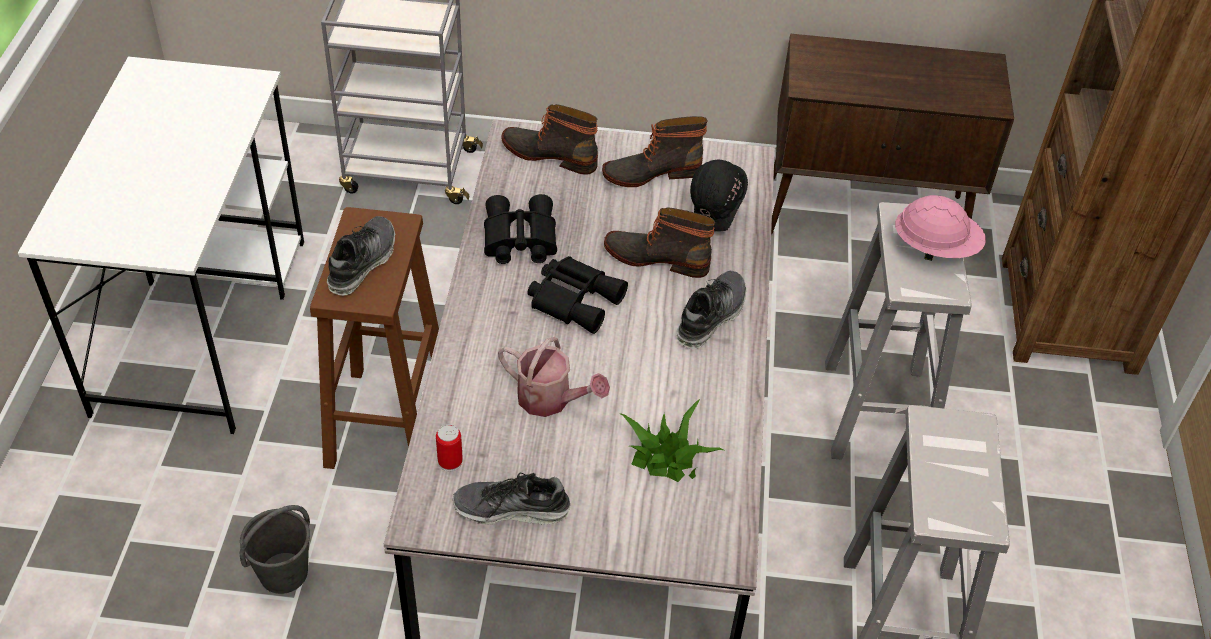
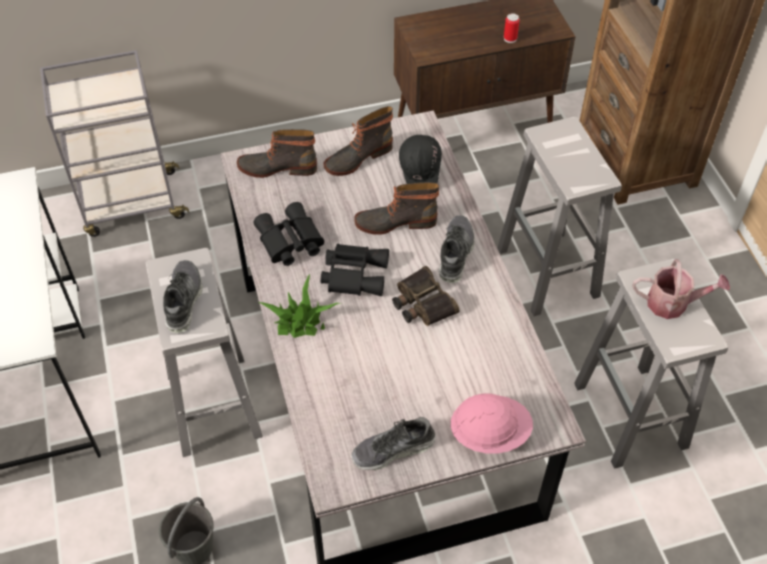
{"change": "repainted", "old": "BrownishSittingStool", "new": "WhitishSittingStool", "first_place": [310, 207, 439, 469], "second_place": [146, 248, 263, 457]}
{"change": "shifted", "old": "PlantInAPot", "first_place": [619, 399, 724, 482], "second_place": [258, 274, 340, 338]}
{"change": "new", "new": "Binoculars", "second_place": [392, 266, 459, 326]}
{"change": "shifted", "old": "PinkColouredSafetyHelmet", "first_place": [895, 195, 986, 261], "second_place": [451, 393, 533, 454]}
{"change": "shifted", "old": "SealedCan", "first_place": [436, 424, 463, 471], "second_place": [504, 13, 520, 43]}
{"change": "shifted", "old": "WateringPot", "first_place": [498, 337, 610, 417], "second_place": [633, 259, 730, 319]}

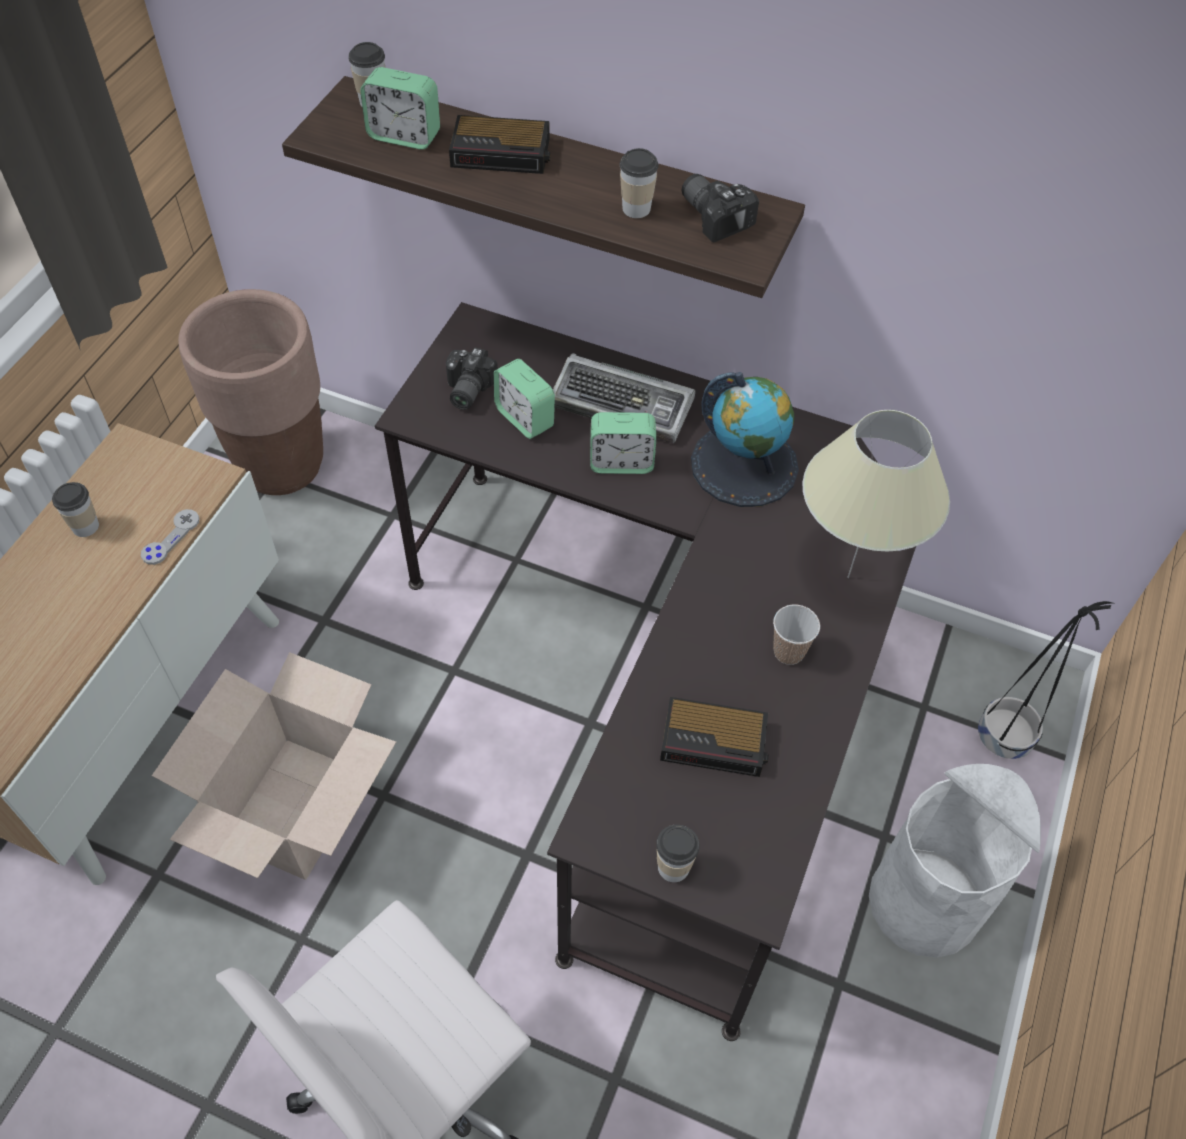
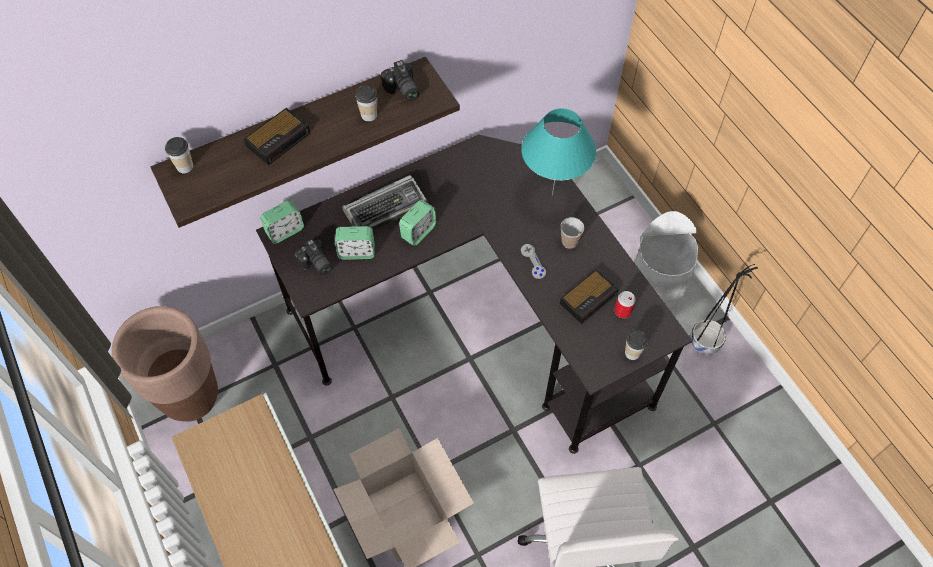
{"change": "shifted", "old": "TableClock", "first_place": [360, 67, 440, 150], "second_place": [260, 200, 304, 244]}
{"change": "rotated", "old": "PhotoCamera", "first_place": [682, 174, 759, 243], "second_place": [381, 60, 419, 101], "degrees": -120}
{"change": "repainted", "old": "BeigeTabletopLamp", "new": "TurquoiseColouredTabletopLamp", "first_place": [802, 410, 950, 578], "second_place": [521, 108, 596, 195]}
{"change": "shifted", "old": "GreyJoypad", "first_place": [141, 509, 199, 565], "second_place": [521, 244, 546, 279]}
{"change": "new", "new": "SealedCan", "second_place": [614, 291, 636, 318]}
{"change": "shifted", "old": "BlackishPlanter", "first_place": [978, 601, 1115, 759], "second_place": [690, 264, 758, 354]}
{"change": "gone", "old": "SmallCup", "first_place": [52, 482, 99, 537]}
{"change": "gone", "old": "Globe", "first_place": [691, 372, 799, 507]}

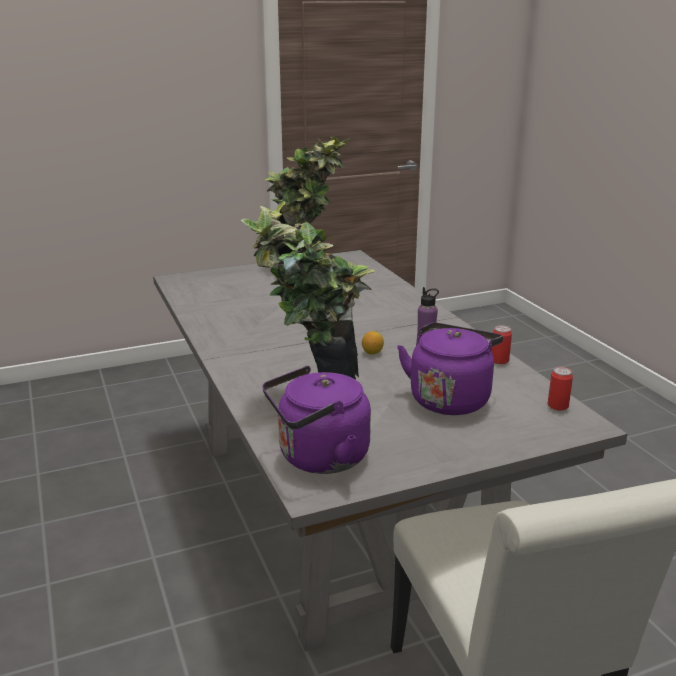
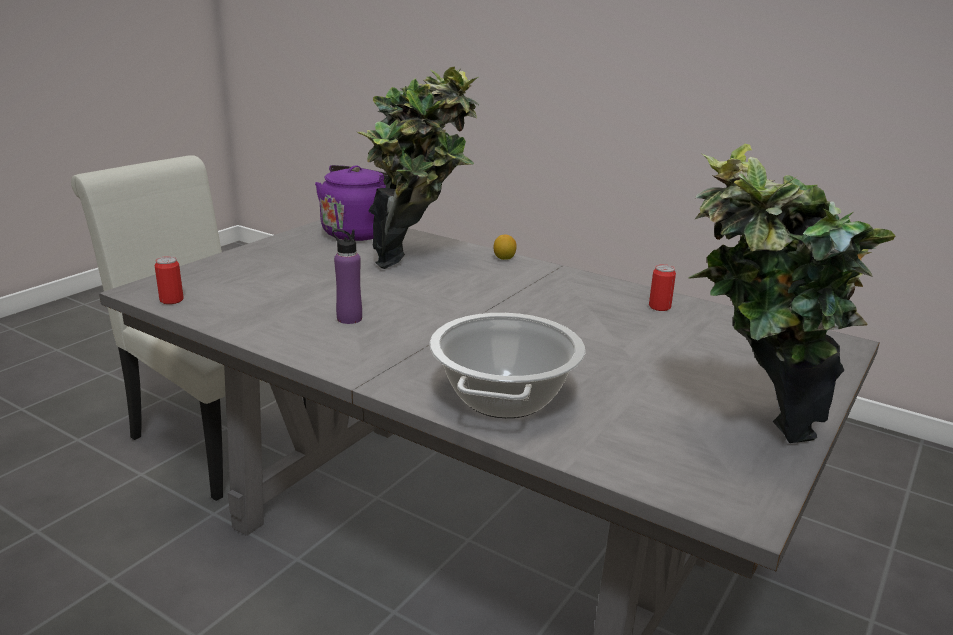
{"change": "new", "new": "Stockpot", "second_place": [430, 313, 585, 418]}
{"change": "shifted", "old": "Lemon", "first_place": [362, 331, 384, 354], "second_place": [493, 235, 517, 260]}
{"change": "shifted", "old": "SealedCan", "first_place": [492, 325, 512, 364], "second_place": [649, 264, 676, 311]}
{"change": "gone", "old": "PurpleColouredKettle", "first_place": [397, 322, 503, 415]}

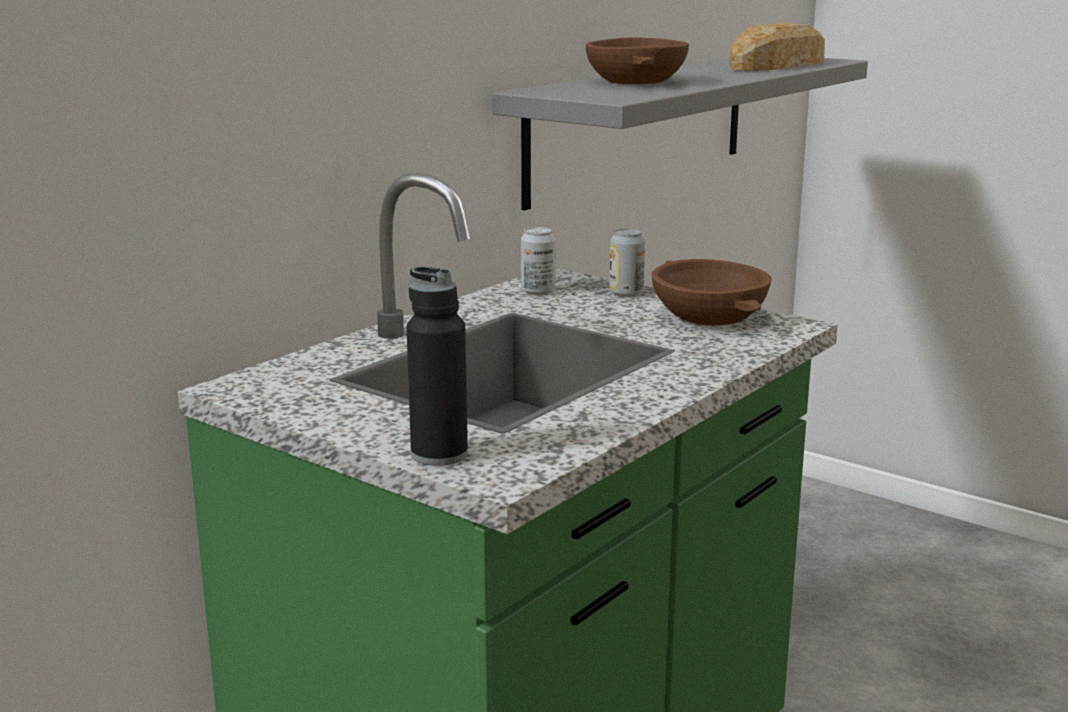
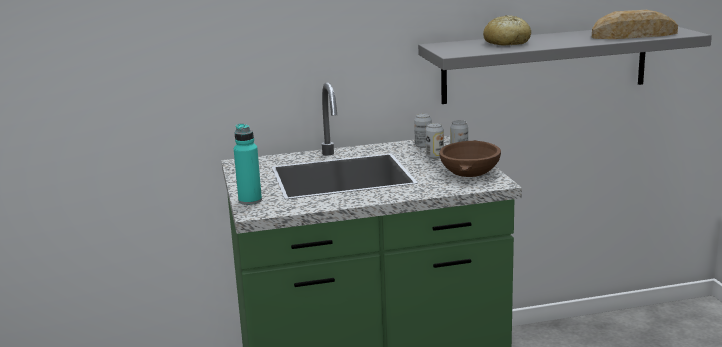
{"change": "repainted", "old": "BlackishDrinkBottle", "new": "TurquoiseColouredDrinkBottle", "first_place": [406, 266, 468, 466], "second_place": [234, 124, 262, 205]}
{"change": "new", "new": "SealedCan", "second_place": [426, 123, 444, 159]}
{"change": "swapped", "old": "BrownishDeepDish", "new": "Bread", "first_place": [586, 37, 689, 84], "second_place": [483, 15, 531, 46]}

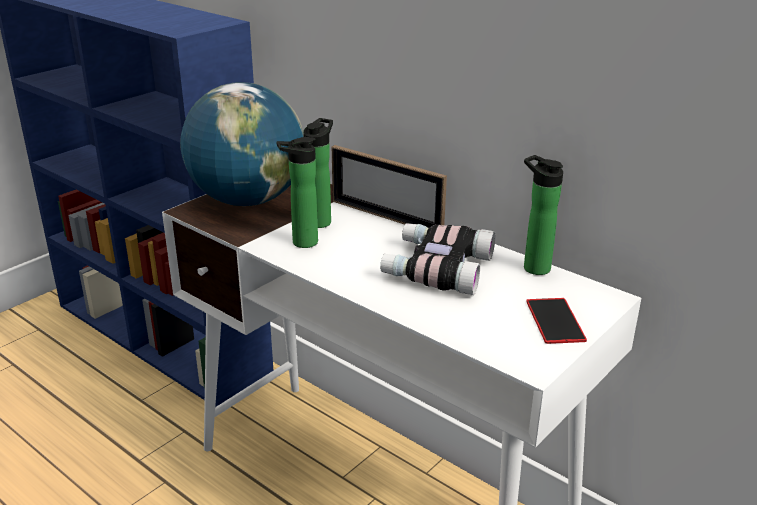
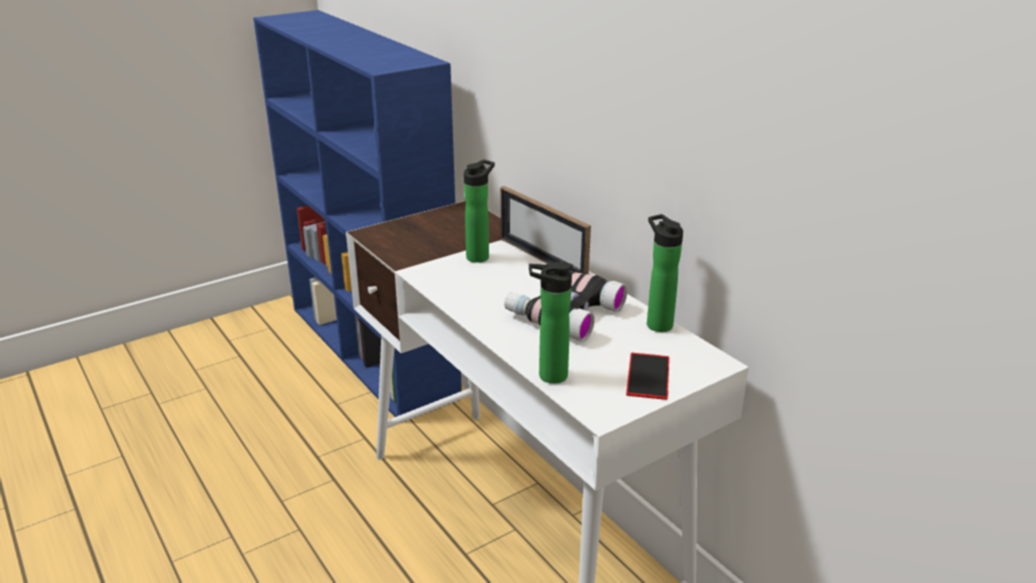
{"change": "shifted", "old": "DrinkBottle", "first_place": [277, 137, 318, 248], "second_place": [529, 262, 573, 384]}
{"change": "gone", "old": "Globe", "first_place": [180, 82, 304, 206]}

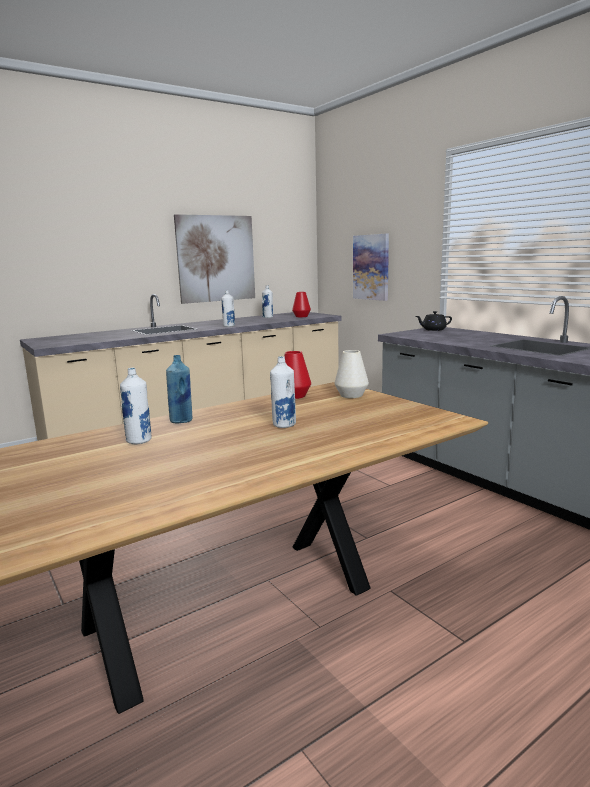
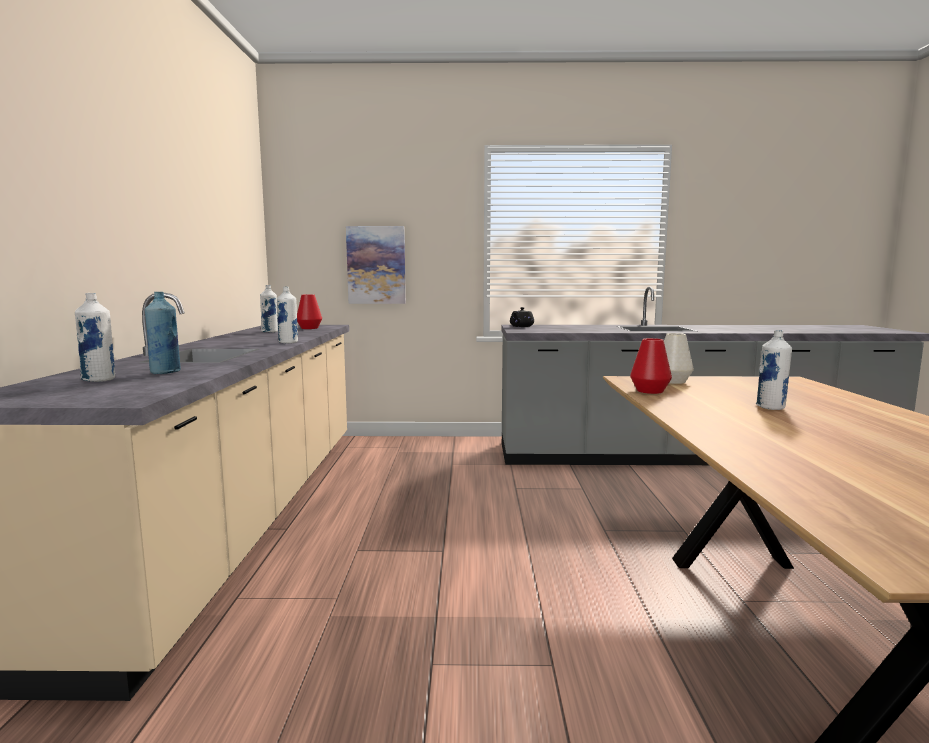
{"change": "shifted", "old": "WhitishDrinkBottle", "first_place": [120, 368, 152, 444], "second_place": [75, 293, 115, 382]}
{"change": "shifted", "old": "BluishDrinkBottle", "first_place": [166, 355, 192, 423], "second_place": [145, 292, 181, 374]}
{"change": "gone", "old": "Picture", "first_place": [174, 214, 255, 304]}

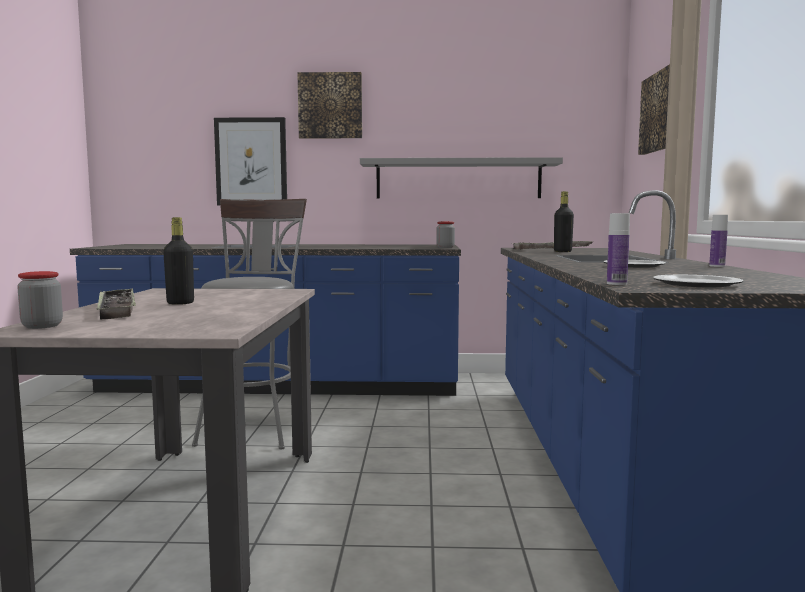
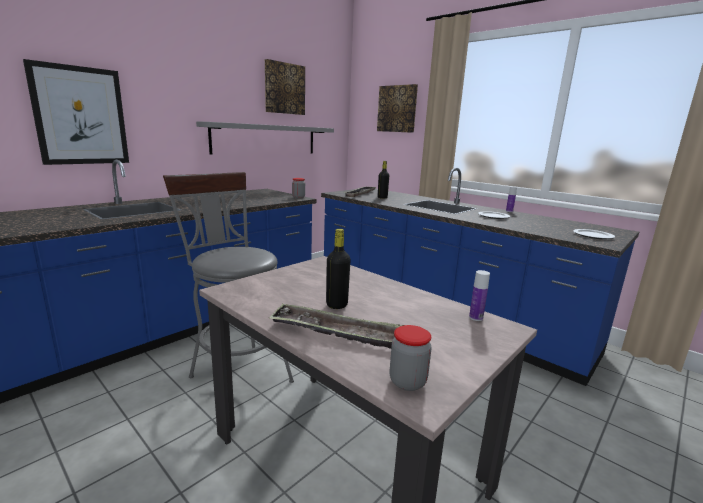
{"change": "shifted", "old": "Picture", "first_place": [297, 72, 362, 139], "second_place": [265, 59, 305, 115]}
{"change": "shifted", "old": "DrinkBottle", "first_place": [607, 213, 630, 285], "second_place": [469, 270, 490, 321]}

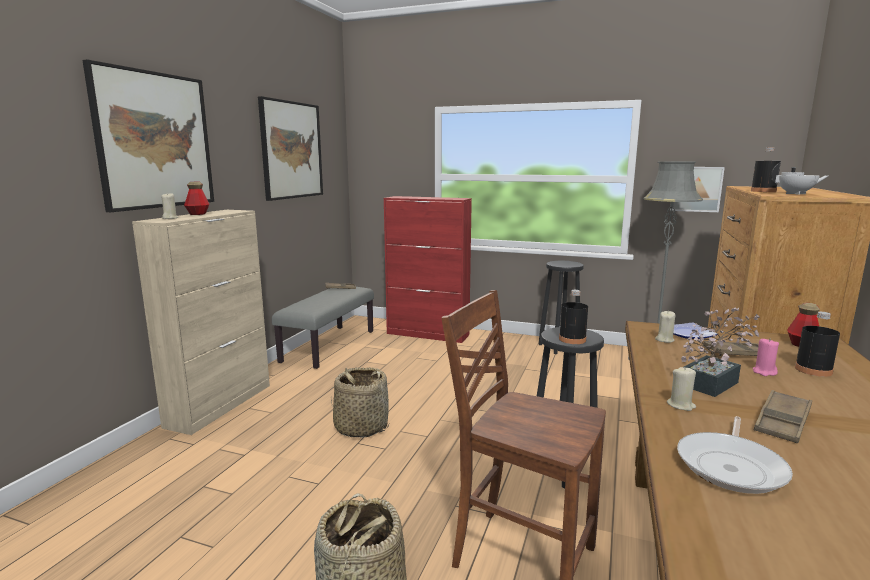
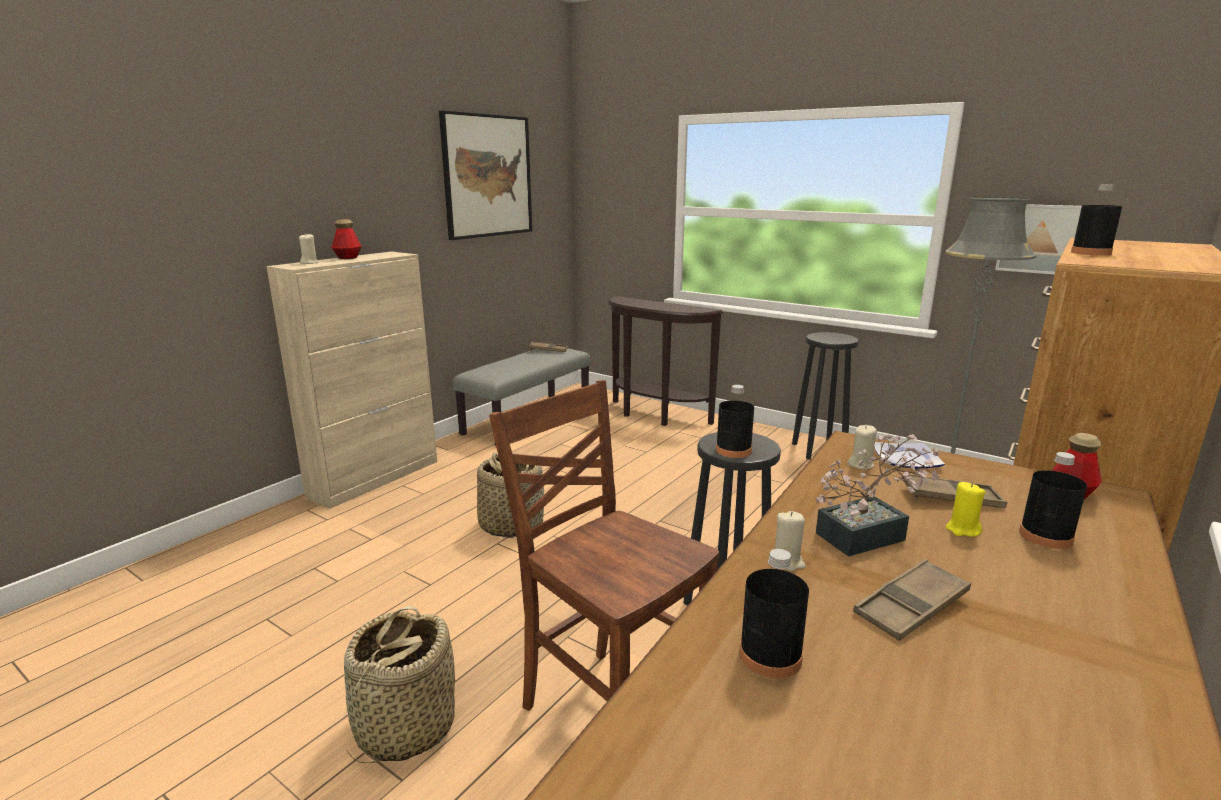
{"change": "swapped", "old": "ReddishStorageCabinet", "new": "BrownishNarrowTable", "first_place": [384, 196, 472, 343], "second_place": [608, 296, 723, 426]}
{"change": "swapped", "old": "FryingPan", "new": "BlackishDrinkBottle", "first_place": [677, 416, 793, 494], "second_place": [739, 549, 809, 679]}
{"change": "repainted", "old": "PinkColouredWaxCandle", "new": "YellowishWaxCandle", "first_place": [753, 338, 779, 376], "second_place": [946, 482, 985, 537]}
{"change": "gone", "old": "Picture", "first_place": [82, 60, 214, 212]}
{"change": "gone", "old": "WhitishTeapot", "first_place": [771, 163, 828, 195]}

